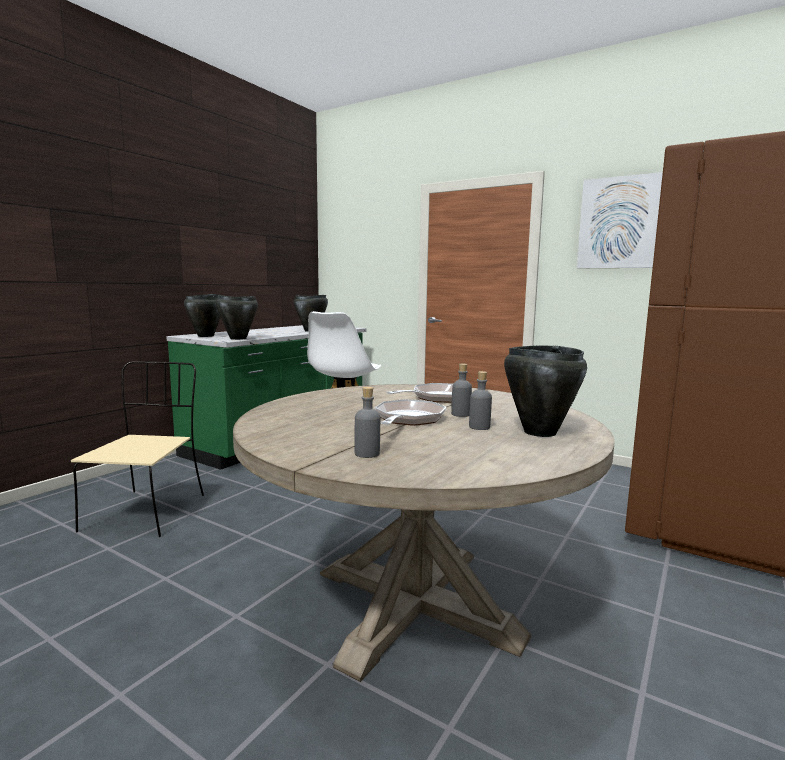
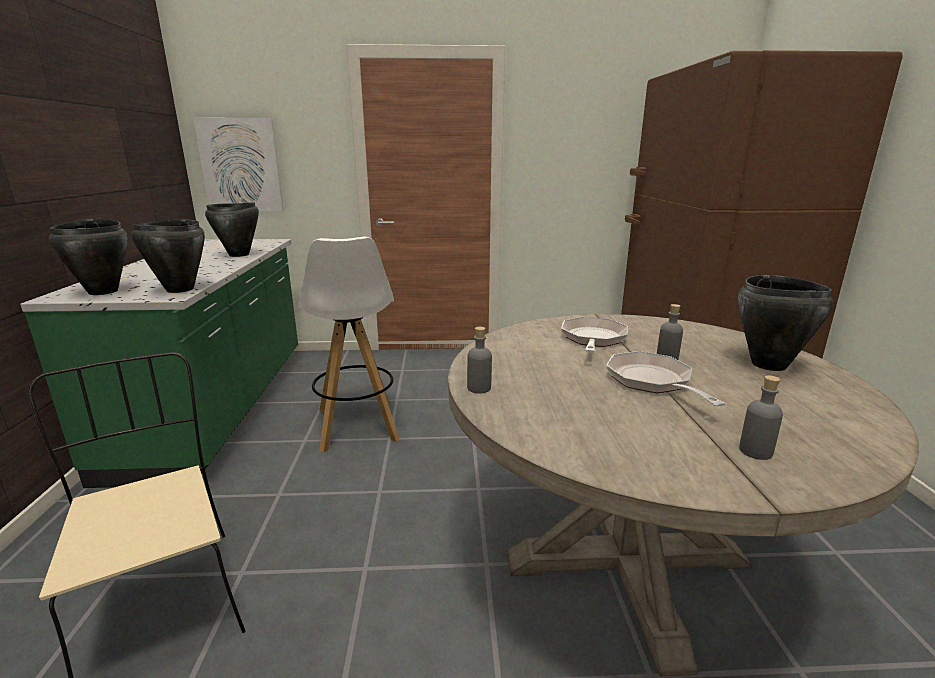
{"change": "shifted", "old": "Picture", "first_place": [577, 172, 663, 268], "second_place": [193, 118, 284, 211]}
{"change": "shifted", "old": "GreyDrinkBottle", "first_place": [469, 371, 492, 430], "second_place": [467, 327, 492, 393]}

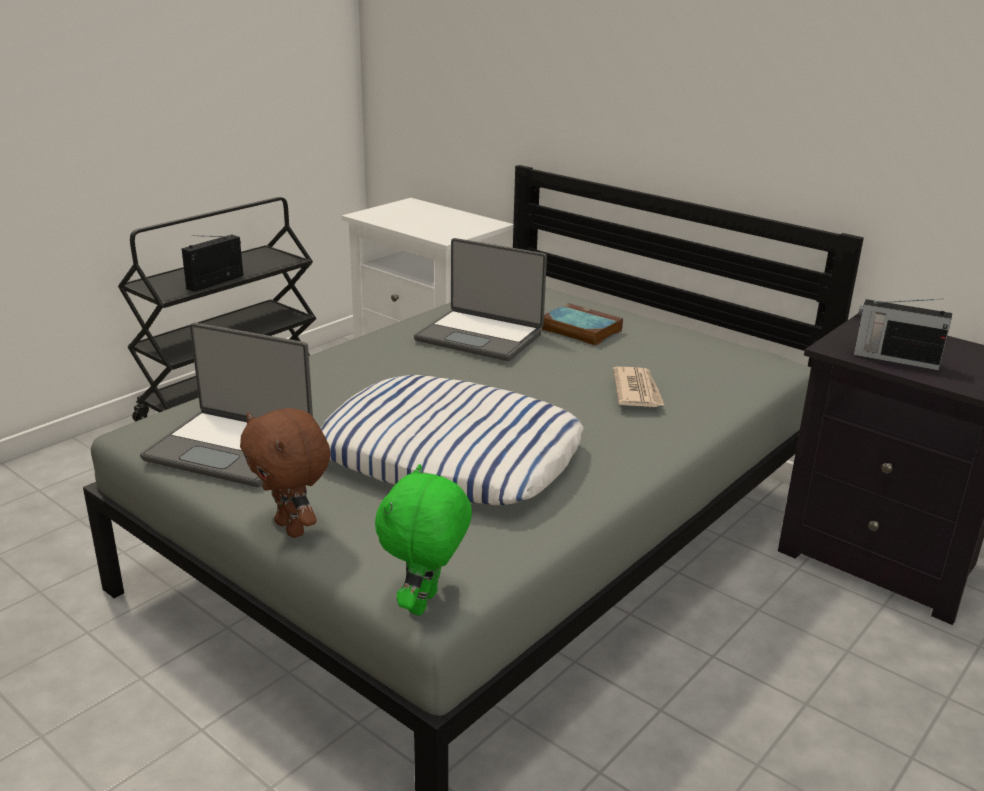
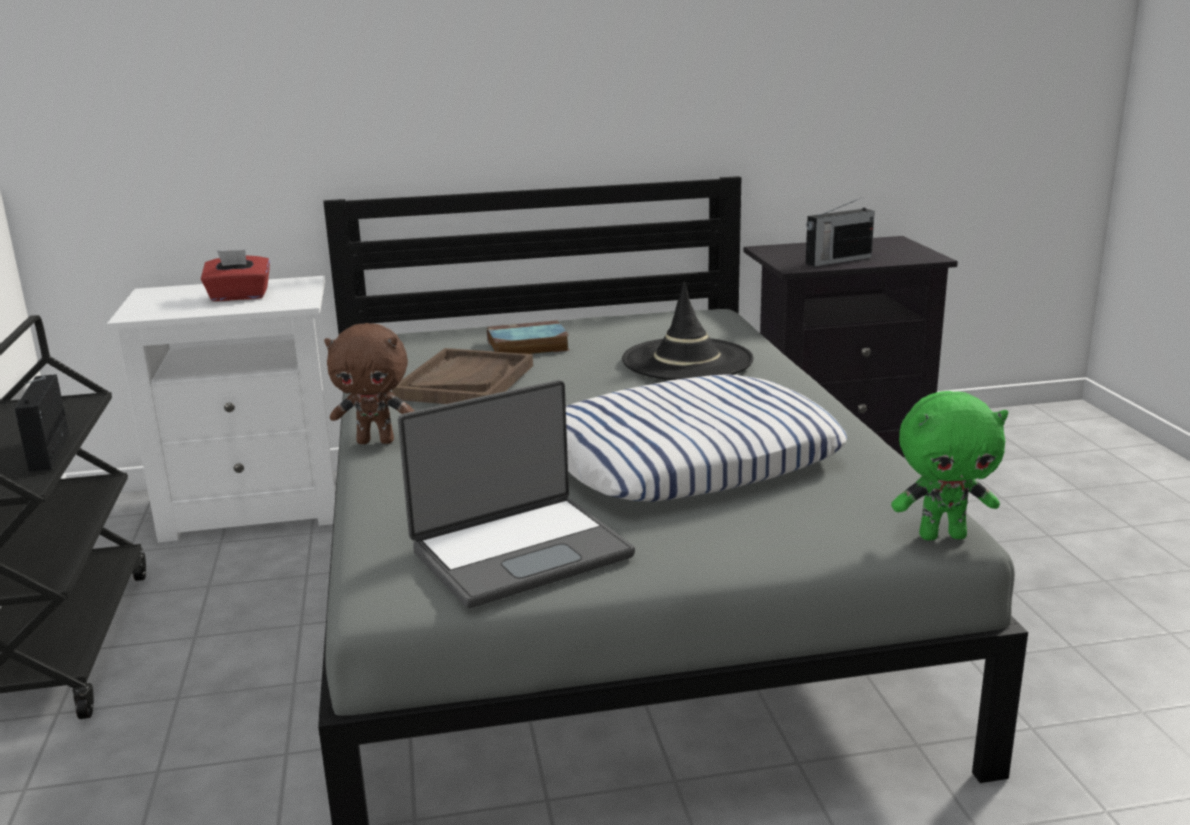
{"change": "new", "new": "ReddishBoxOfTissues", "second_place": [201, 250, 270, 301]}
{"change": "shifted", "old": "BrownishCuddlyToy", "first_place": [240, 408, 330, 538], "second_place": [324, 323, 415, 444]}
{"change": "swapped", "old": "Laptop", "new": "BrownishCarryingTray", "first_place": [414, 238, 547, 361], "second_place": [392, 348, 533, 404]}
{"change": "swapped", "old": "DailyPaper", "new": "BlackishWearableHat", "first_place": [613, 367, 665, 407], "second_place": [622, 282, 754, 380]}
{"change": "rotated", "old": "GreenColouredCuddlyToy", "first_place": [375, 464, 472, 616], "second_place": [891, 391, 1008, 540], "degrees": -60}

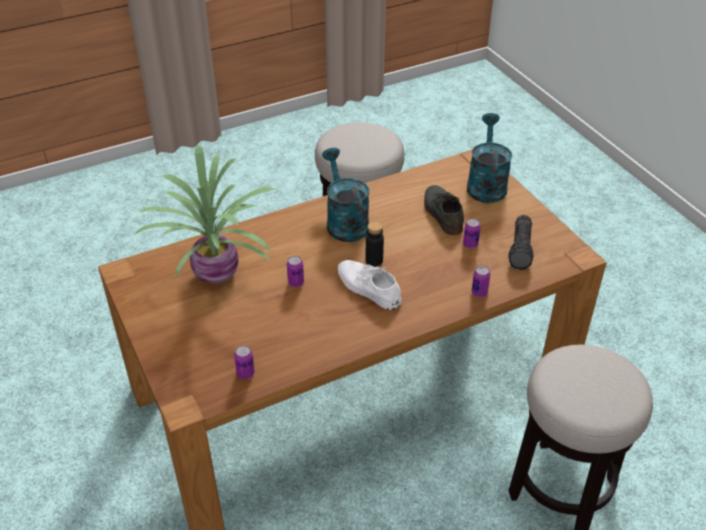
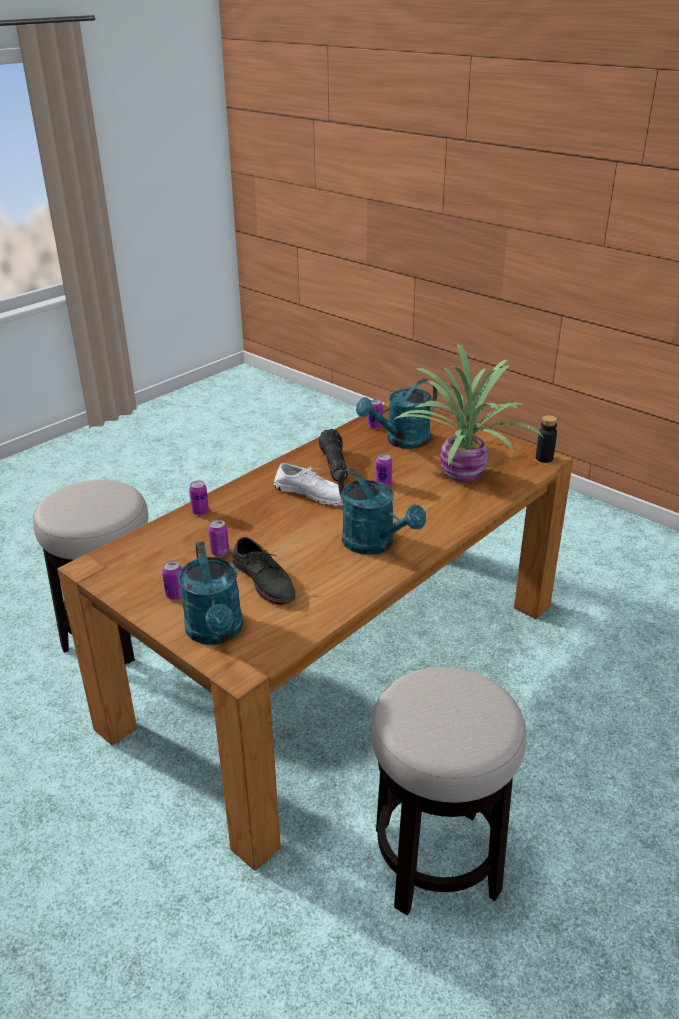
{"change": "new", "new": "SealedCan", "second_place": [162, 561, 182, 600]}
{"change": "shifted", "old": "Torch", "first_place": [508, 215, 534, 270], "second_place": [319, 429, 348, 481]}
{"change": "new", "new": "TurquoiseColouredWateringPot", "second_place": [356, 379, 437, 449]}
{"change": "shifted", "old": "BlackishDrinkBottle", "first_place": [366, 222, 384, 267], "second_place": [536, 415, 557, 463]}

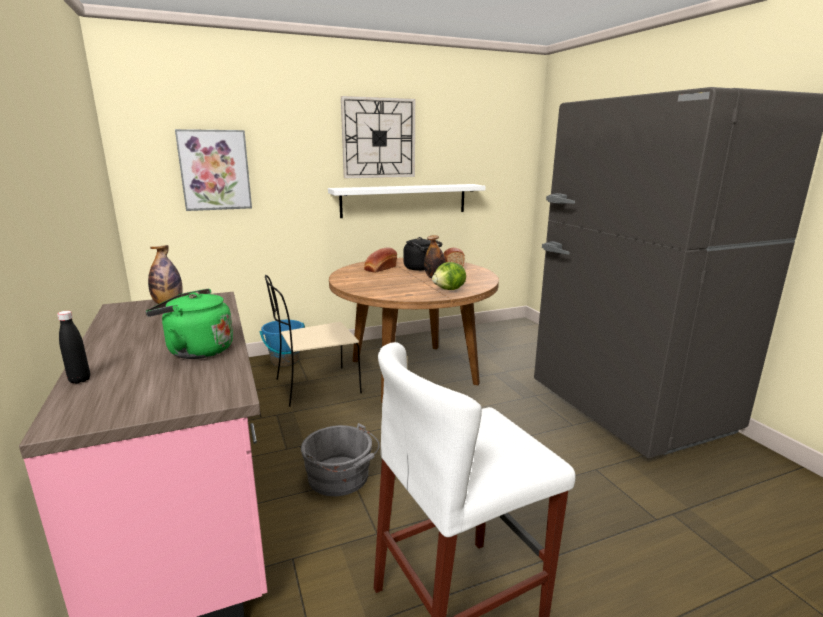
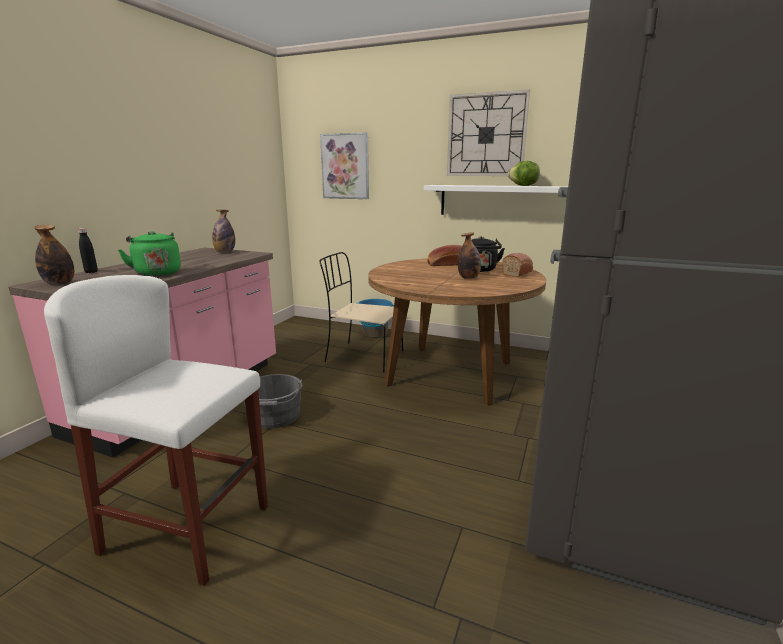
{"change": "new", "new": "DrinkBottle", "second_place": [34, 225, 74, 285]}
{"change": "shifted", "old": "Lettuce", "first_place": [432, 262, 466, 290], "second_place": [507, 161, 540, 186]}

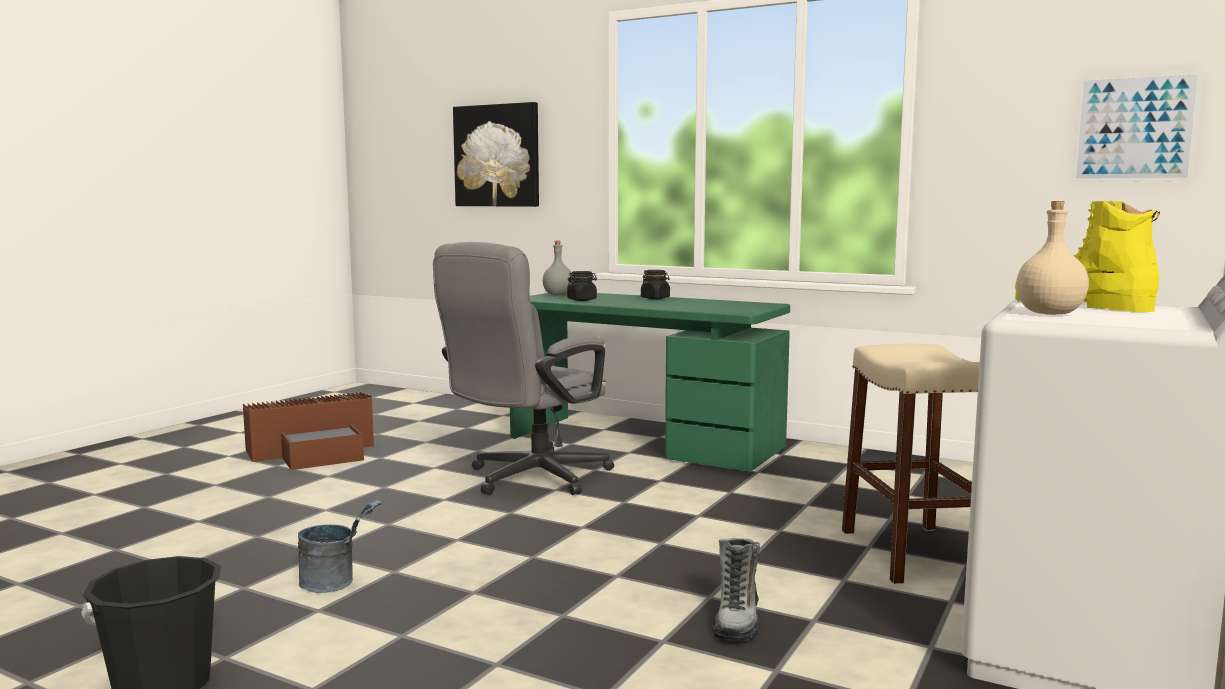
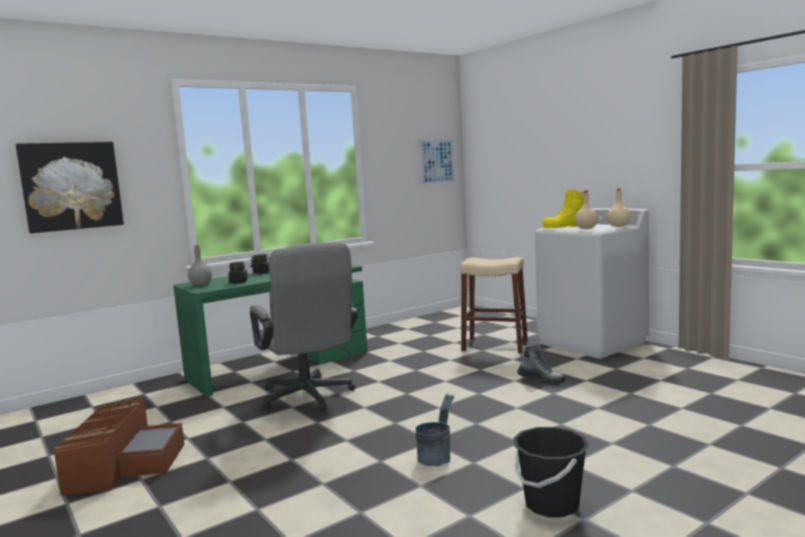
{"change": "new", "new": "BeigeDrinkBottle", "second_place": [607, 188, 631, 227]}

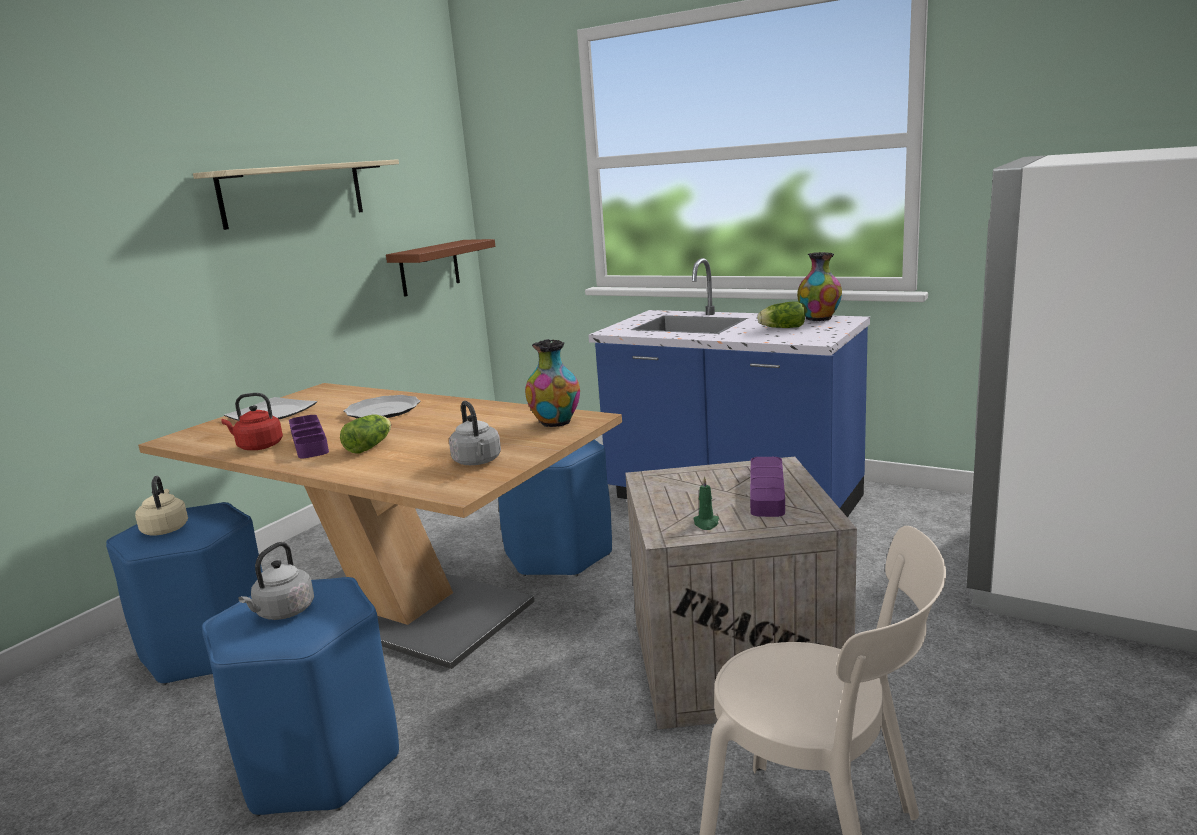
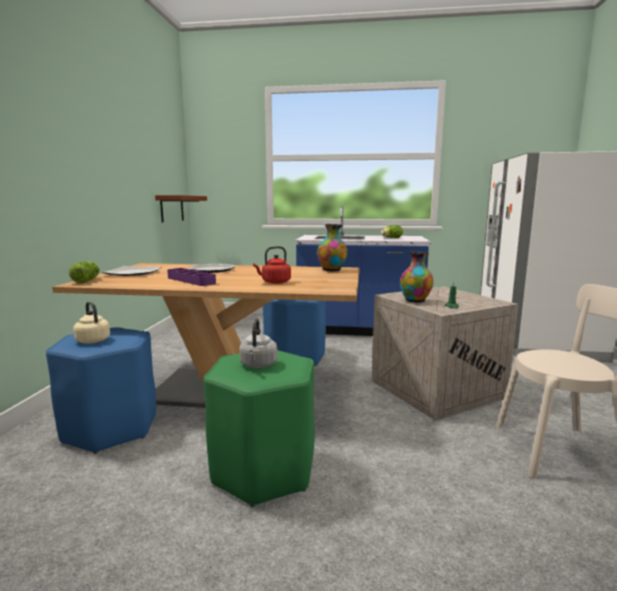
{"change": "shifted", "old": "Lettuce", "first_place": [340, 414, 391, 454], "second_place": [69, 261, 99, 283]}
{"change": "repainted", "old": "BluishSittingStool", "new": "GreenColouredSittingStool", "first_place": [202, 577, 399, 817], "second_place": [204, 350, 315, 507]}
{"change": "shifted", "old": "ReddishKettle", "first_place": [221, 393, 283, 450], "second_place": [253, 246, 291, 284]}
{"change": "shifted", "old": "FlowerVase", "first_place": [797, 252, 842, 321], "second_place": [400, 251, 433, 303]}
{"change": "gone", "old": "BracketShelf", "first_place": [193, 159, 399, 230]}
{"change": "gone", "old": "GreyKettle", "first_place": [449, 401, 501, 465]}
{"change": "gone", "old": "PurpleColouredCarryingTray", "first_place": [750, 457, 785, 517]}

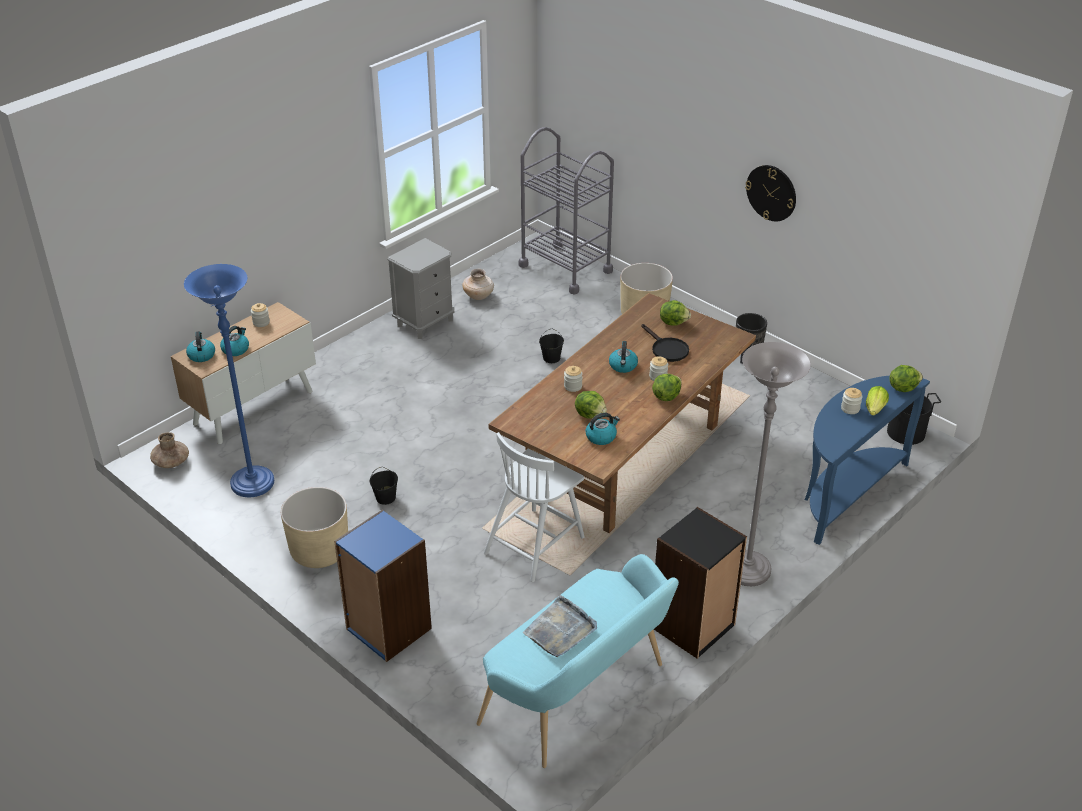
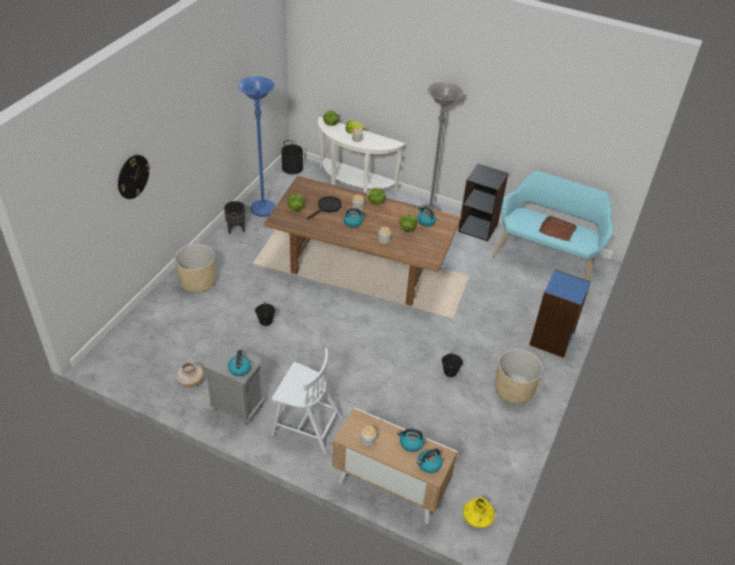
{"change": "shifted", "old": "HangingClock", "first_place": [745, 165, 796, 221], "second_place": [118, 155, 150, 199]}
{"change": "new", "new": "Kettle", "second_place": [228, 350, 251, 376]}
{"change": "shifted", "old": "BluishStandingLamp", "first_place": [184, 264, 274, 497], "second_place": [238, 76, 275, 217]}
{"change": "shifted", "old": "WhitishChair", "first_place": [484, 432, 585, 582], "second_place": [271, 348, 343, 454]}
{"change": "repainted", "old": "BluishNarrowTable", "new": "WhitishNarrowTable", "first_place": [805, 376, 930, 545], "second_place": [318, 117, 405, 194]}
{"change": "repainted", "old": "BrownishFlowerVase", "new": "YellowishFlowerVase", "first_place": [150, 432, 189, 468], "second_place": [463, 497, 495, 528]}
{"change": "repainted", "old": "GreyCarryingTray", "new": "BrownishCarryingTray", "first_place": [523, 595, 597, 657], "second_place": [539, 216, 577, 241]}
{"change": "gone", "old": "GreyCart", "first_place": [519, 127, 614, 295]}

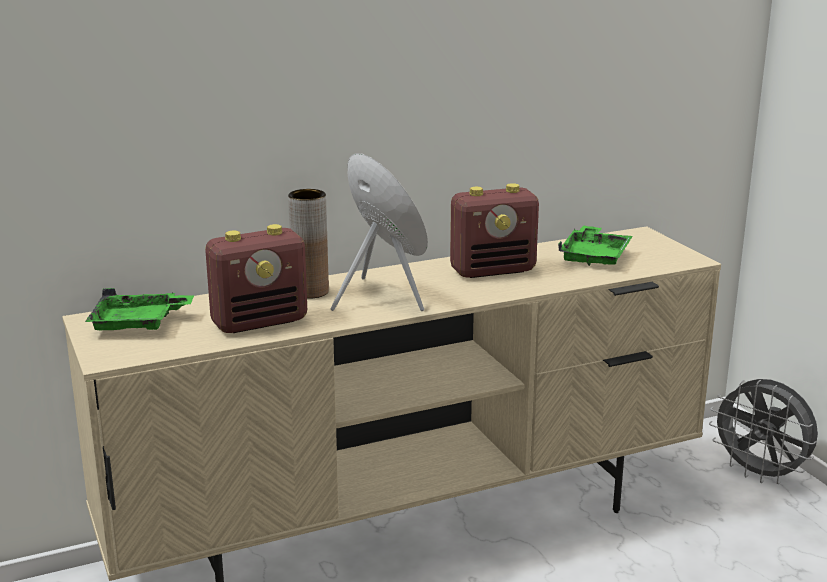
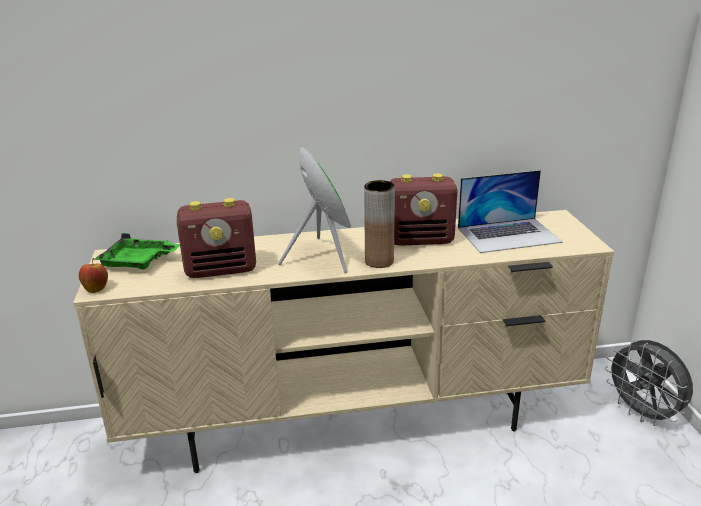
{"change": "new", "new": "Apple", "second_place": [79, 258, 108, 293]}
{"change": "shifted", "old": "BrownishFlowerVase", "first_place": [288, 189, 329, 299], "second_place": [364, 180, 395, 268]}
{"change": "swapped", "old": "GreenColouredCarryingTray", "new": "Laptop", "first_place": [558, 225, 633, 266], "second_place": [458, 170, 563, 253]}

